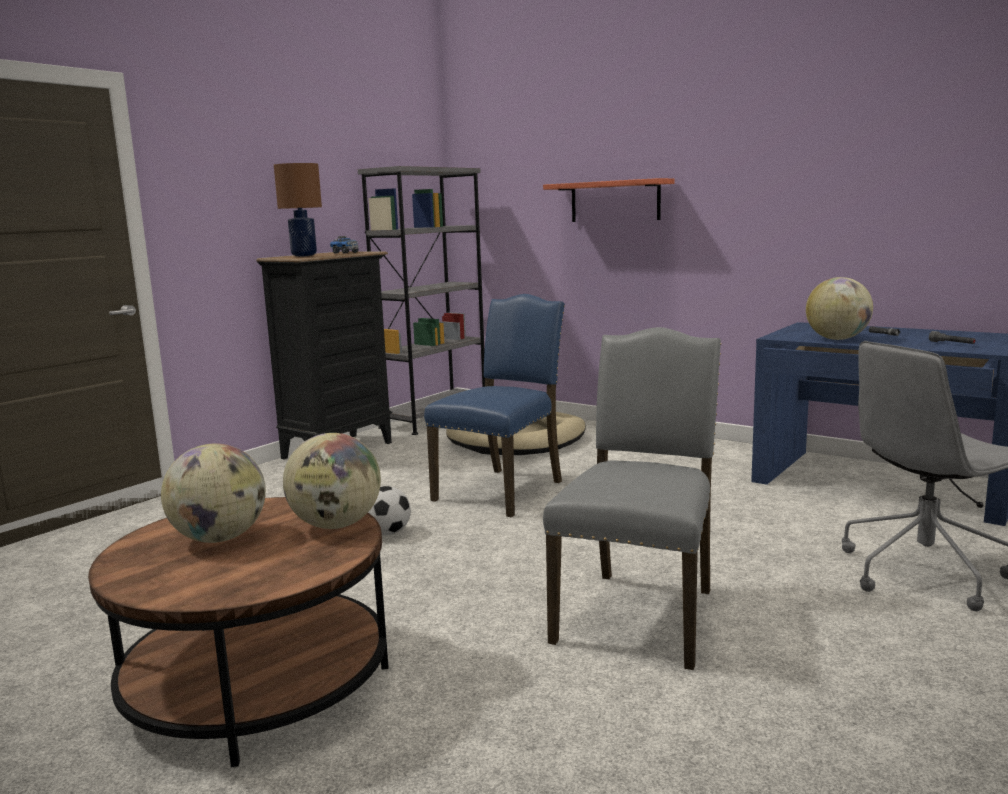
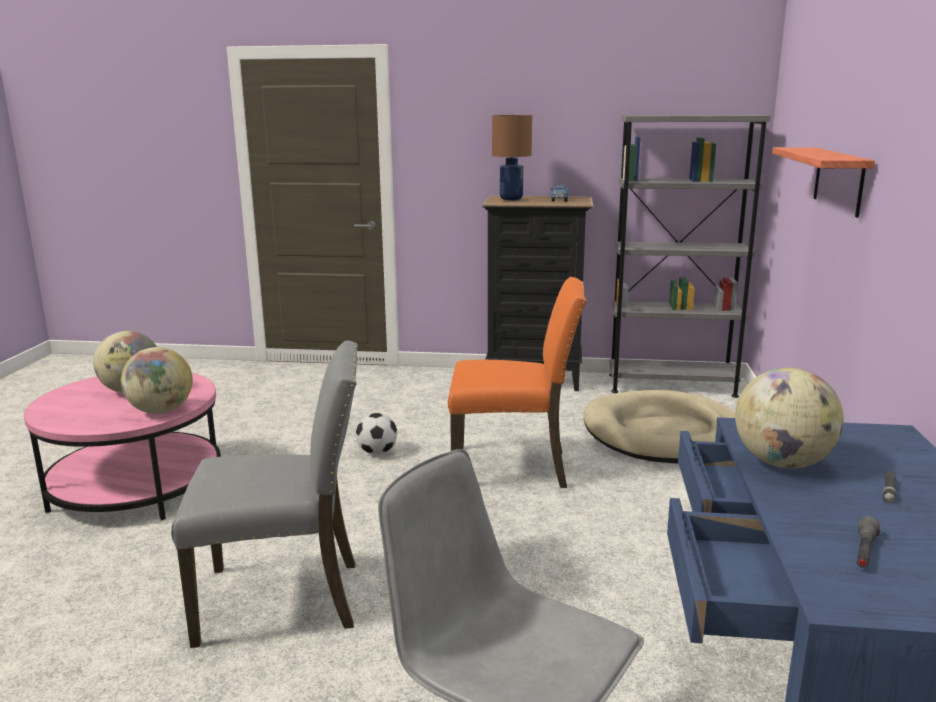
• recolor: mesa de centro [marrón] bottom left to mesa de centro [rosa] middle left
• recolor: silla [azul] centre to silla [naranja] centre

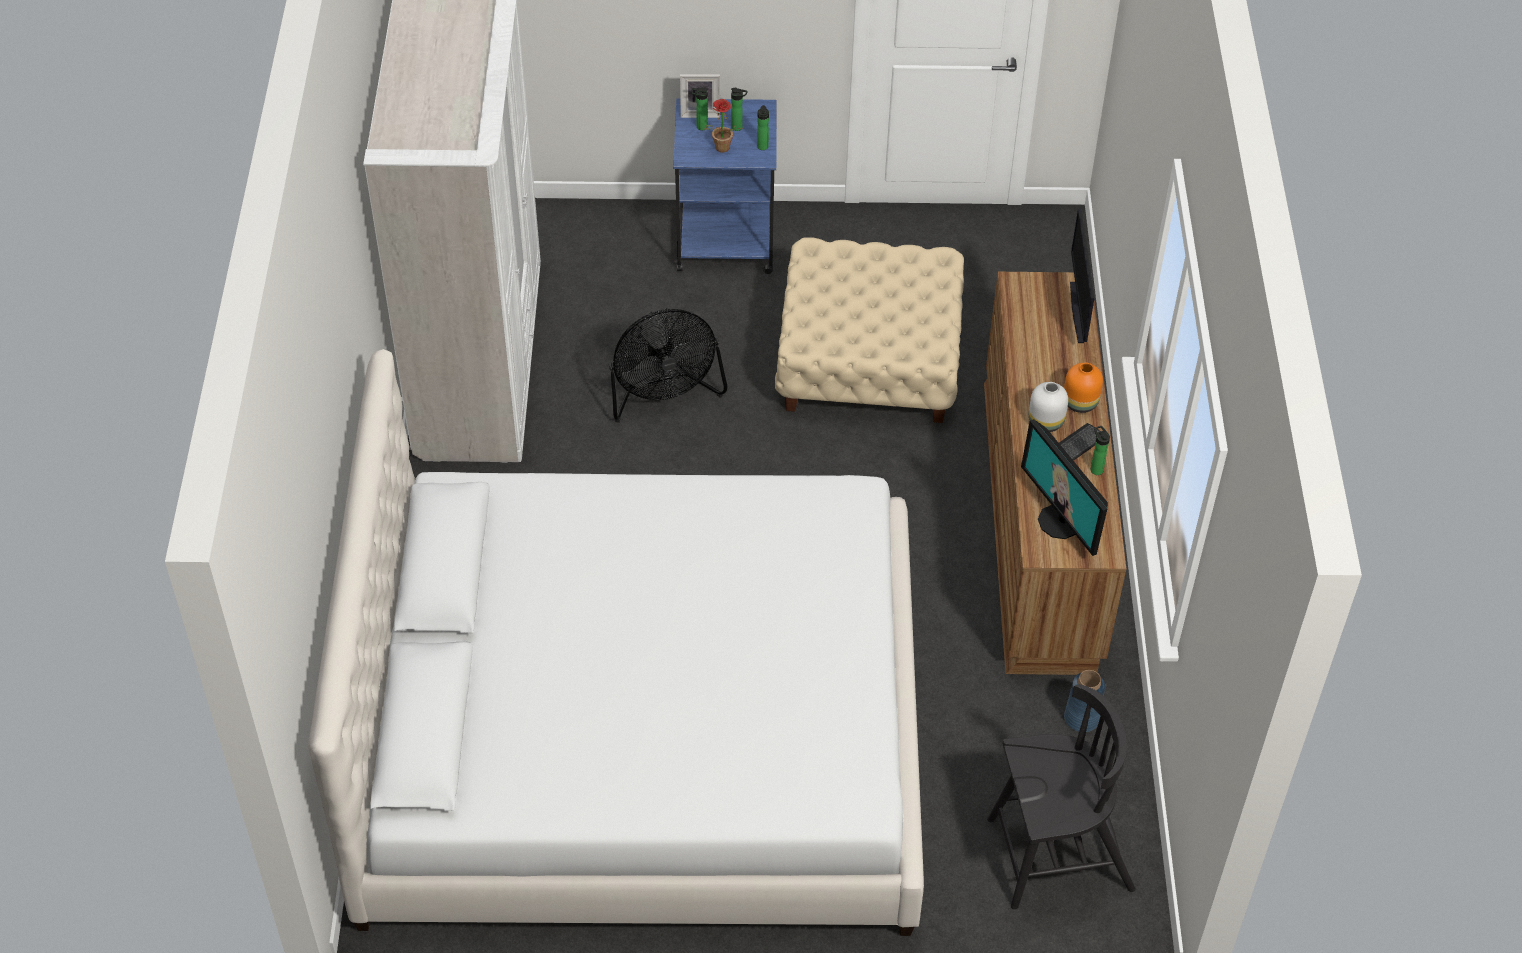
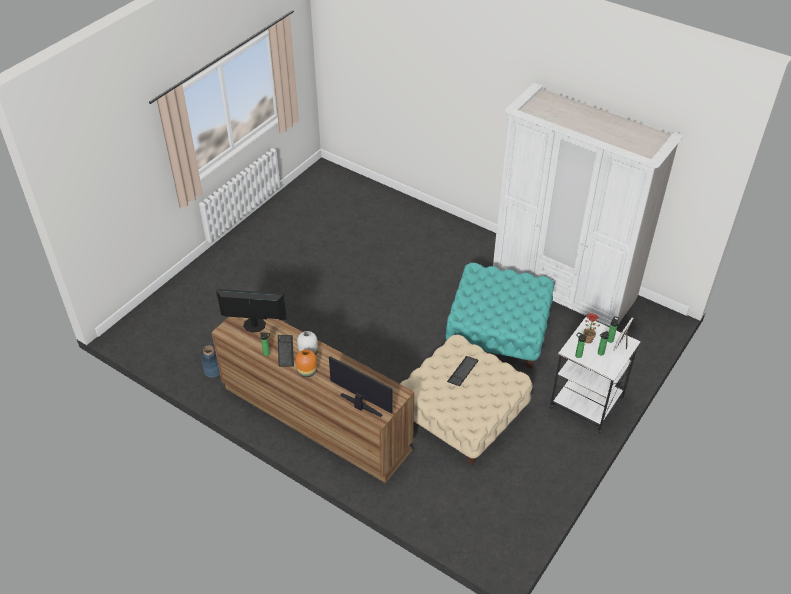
• delete: cama [blanco] bottom centre
• replace: ventilador [negro] centre to puf [turquesa] centre
• recolor: carrito [azul] top centre to carrito [blanco] middle right
• delete: silla [negro] bottom right
• insert: teclado (2nd from left) centre

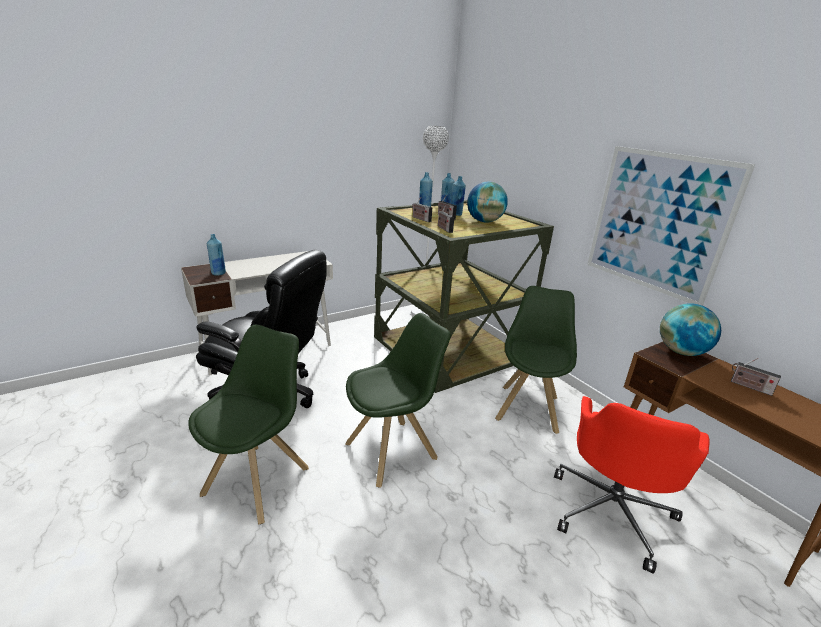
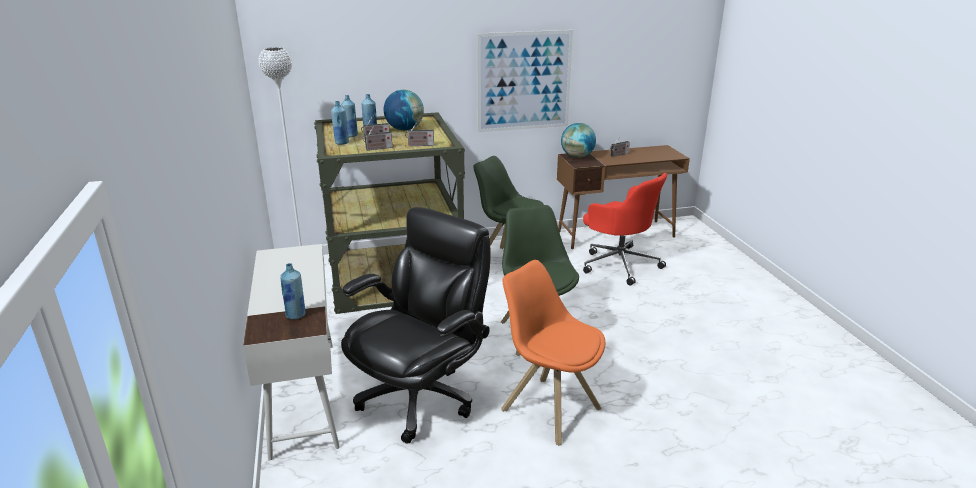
• recolor: silla [verde] (1st from left) bottom left to silla [naranja] bottom centre

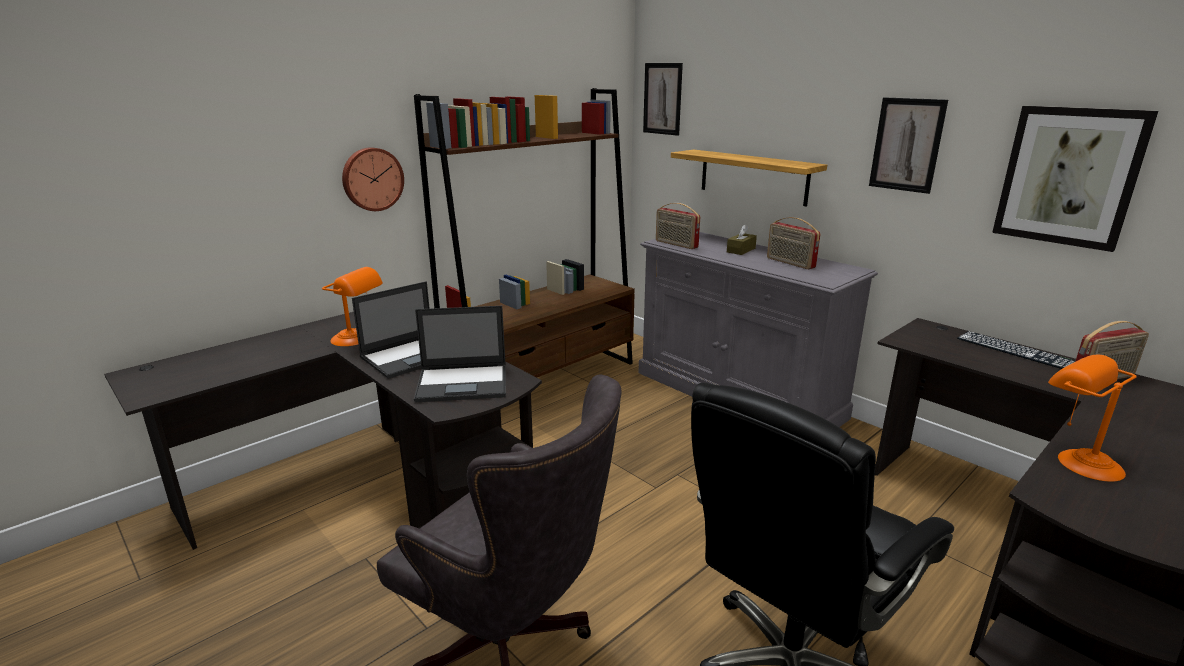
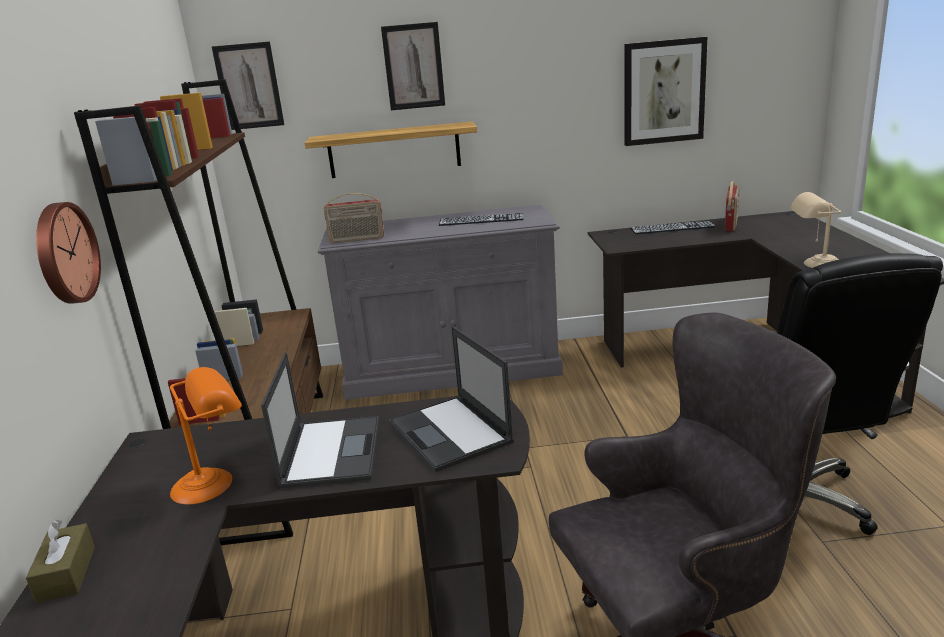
• rotate: portátil (2nd from left) centre = centre 120 degrees clockwise
• move: caja de pañuelos [marrón] centre to bottom left
• replace: radio (2nd from left) middle right to teclado (1st from left) centre
• move: cuadro (2nd from left) top right to top centre
• recolor: lámpara de mesa [naranja] (2nd from left) middle right to lámpara de mesa [beis] middle right

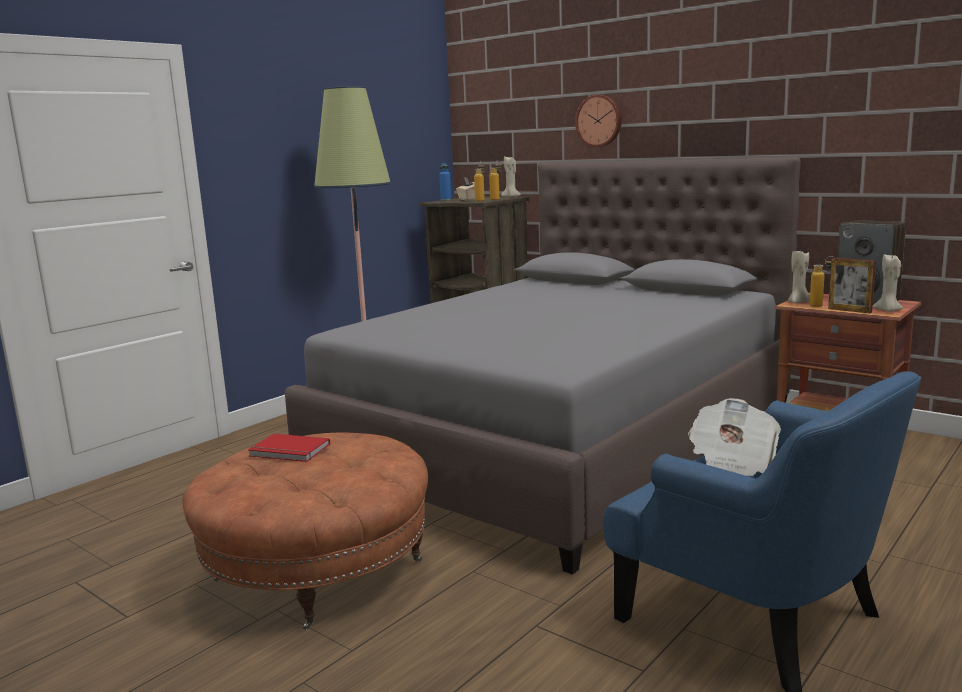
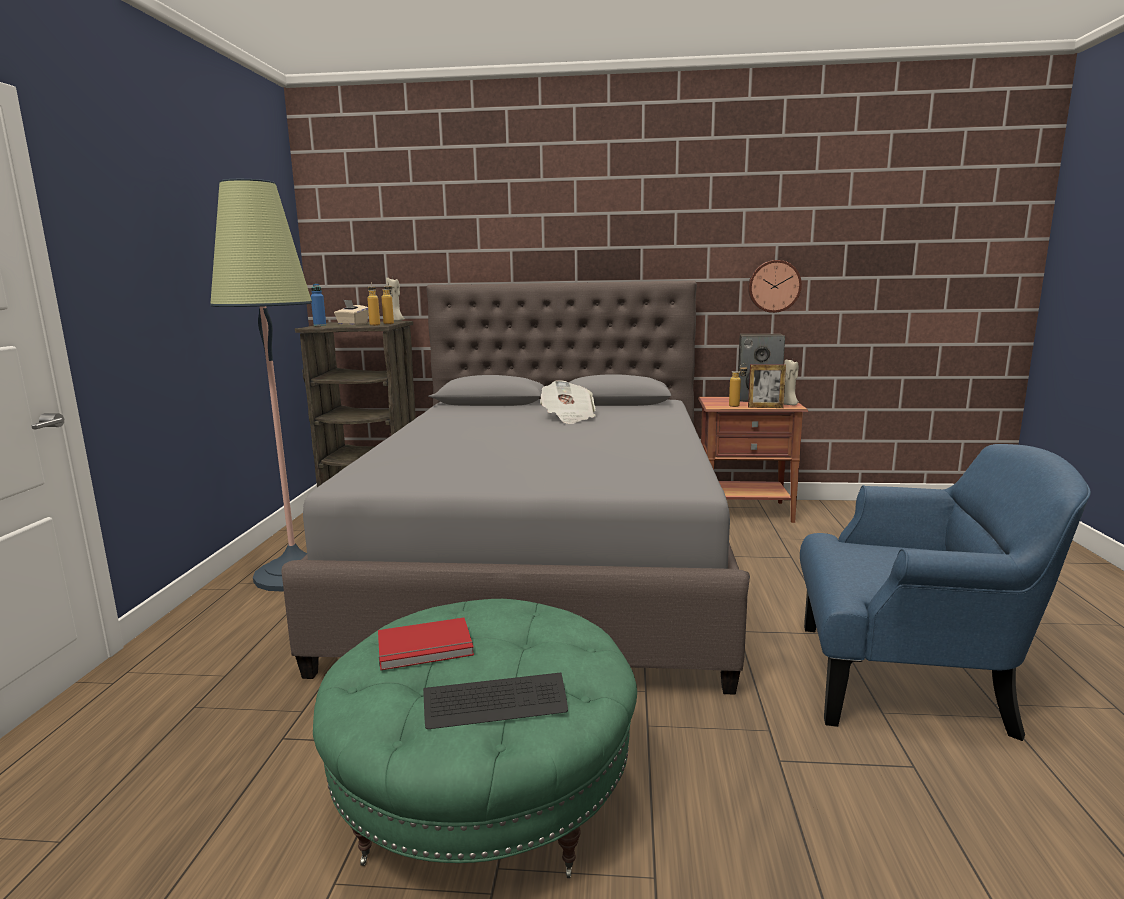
• recolor: puf [marrón] bottom left to puf [verde] bottom centre
• move: reloj de pared top centre to top right
• move: periódico middle right to centre
• delete: vela [beis] (2nd from left) middle right
• insert: teclado bottom centre

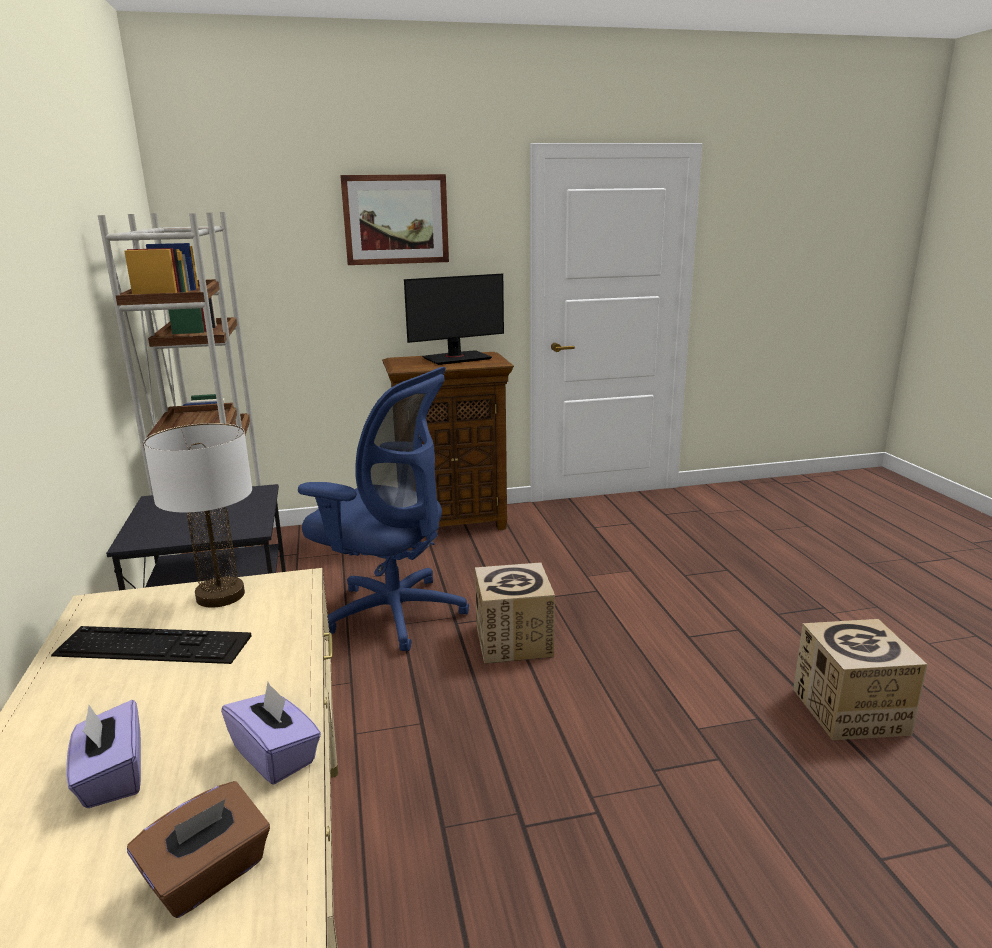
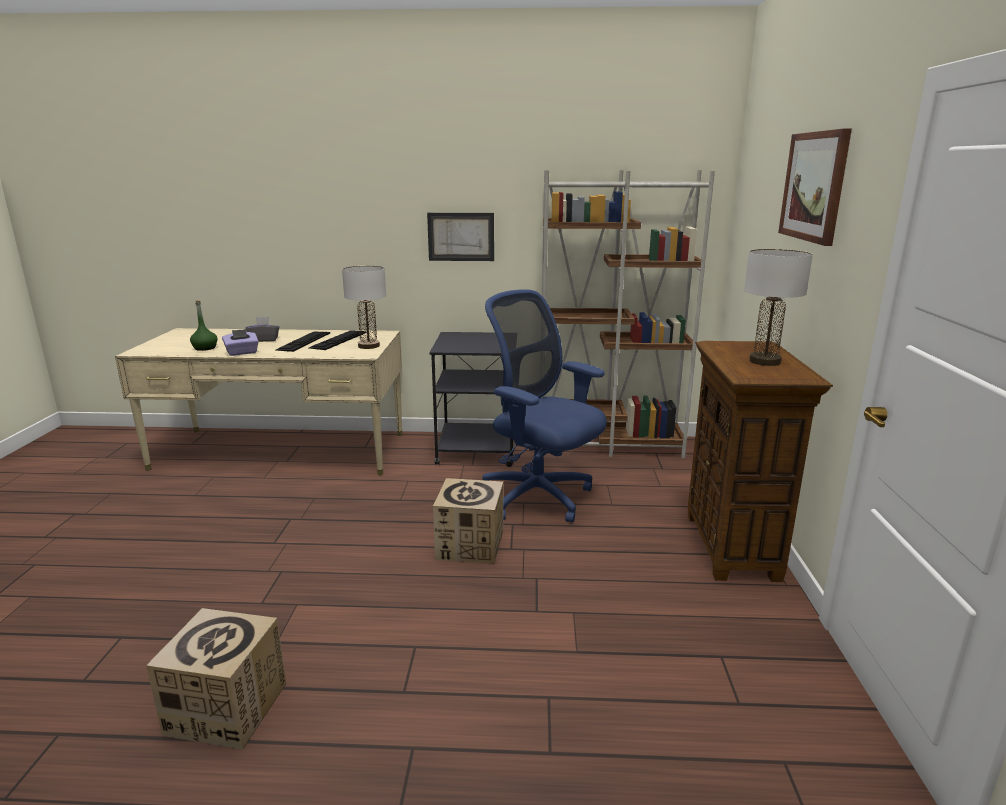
• recolor: caja de pañuelos [morado] (1st from left) bottom left to caja de pañuelos [gris] middle left
• replace: caja de pañuelos [marrón] bottom left to botella [verde] middle left
• rotate: silla de oficina [azul] centre = centre 90 degrees clockwise
• replace: monitor centre to lámpara de mesa (2nd from left) middle right
• insert: teclado (1st from left) middle left
• insert: cuadro (1st from left) top centre

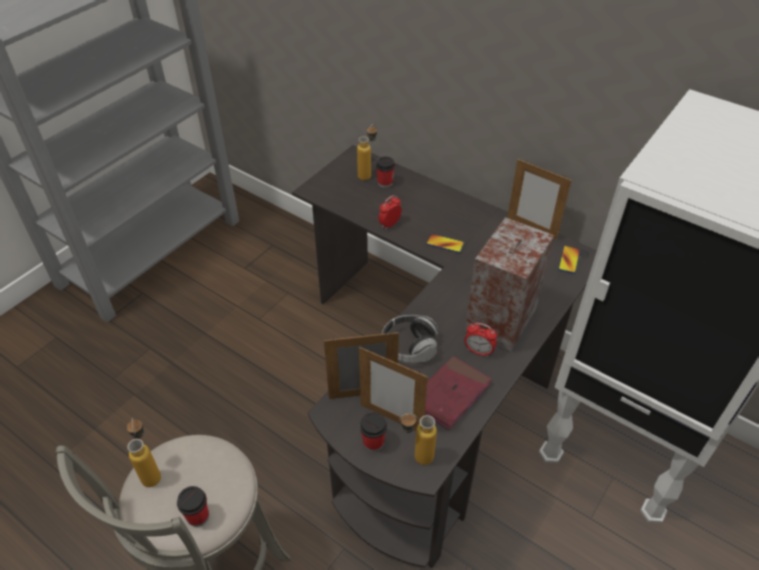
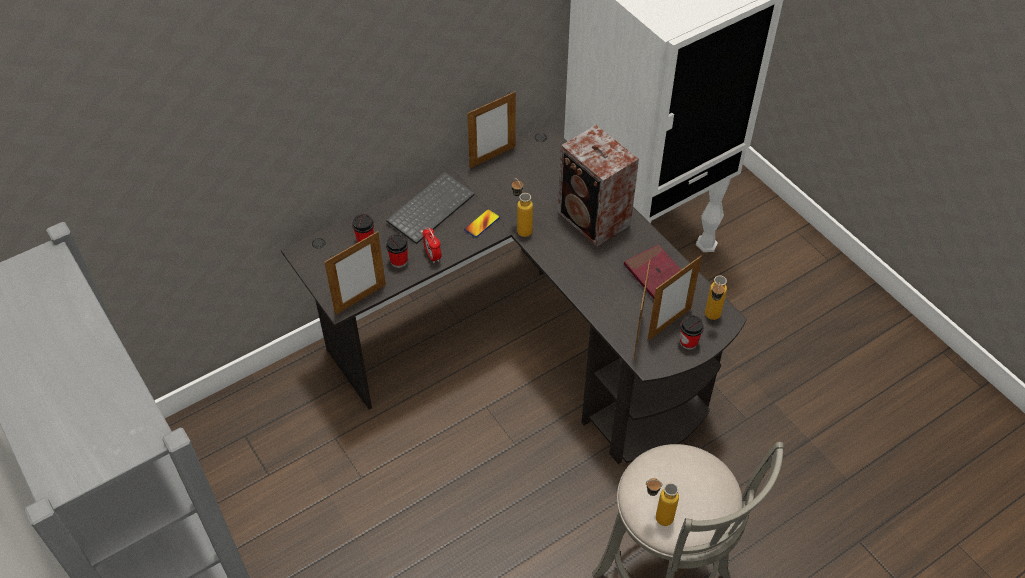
• move: taza (1st from left in the first image) bottom left to taza (2nd from left) centre
• move: botella (2nd from left in the first image) top centre to botella (1st from left) centre
• delete: auriculares centre
• delete: despertador (2nd from left) centre
• delete: móvil (2nd from left) middle right
• insert: portarretratos (1st from left) centre
• insert: teclado centre

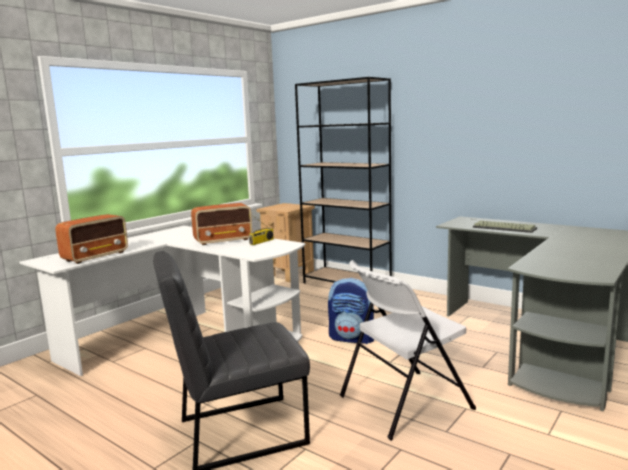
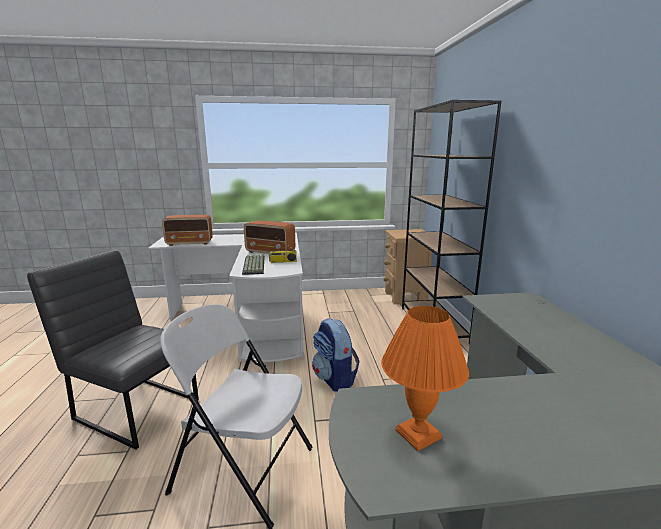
• move: teclado middle right to centre
• insert: lámpara de mesa [naranja] bottom centre

